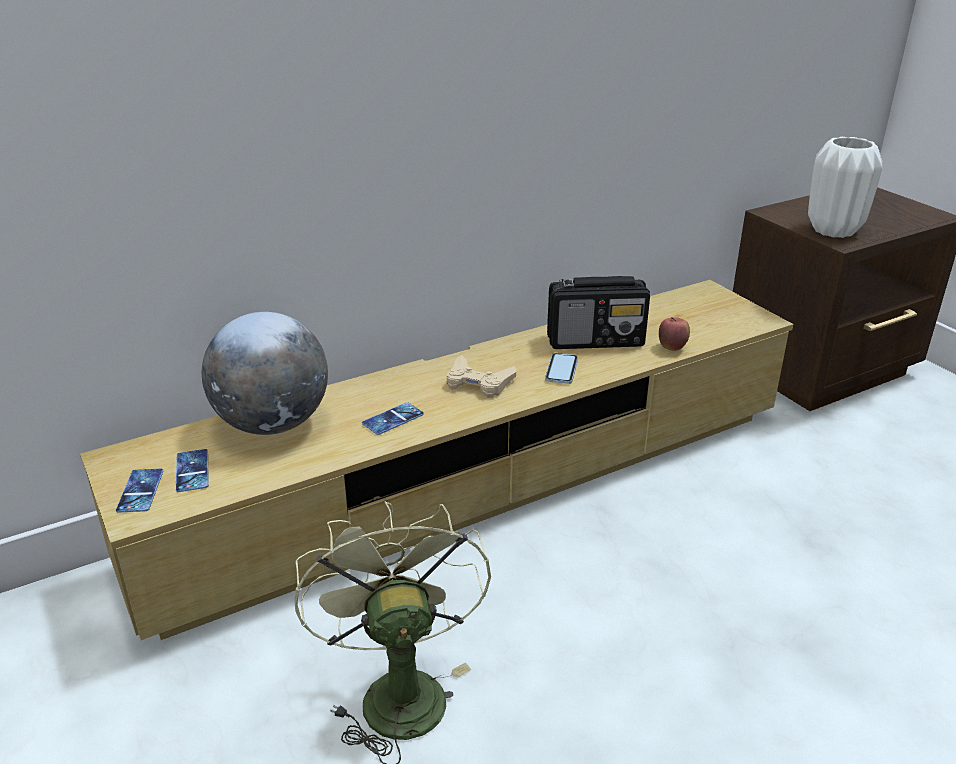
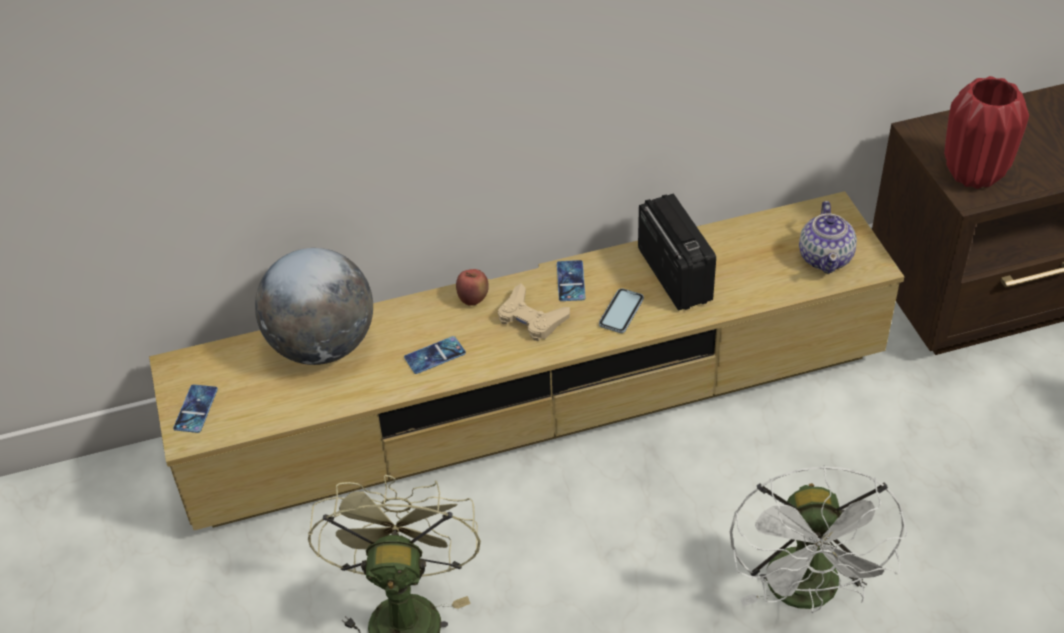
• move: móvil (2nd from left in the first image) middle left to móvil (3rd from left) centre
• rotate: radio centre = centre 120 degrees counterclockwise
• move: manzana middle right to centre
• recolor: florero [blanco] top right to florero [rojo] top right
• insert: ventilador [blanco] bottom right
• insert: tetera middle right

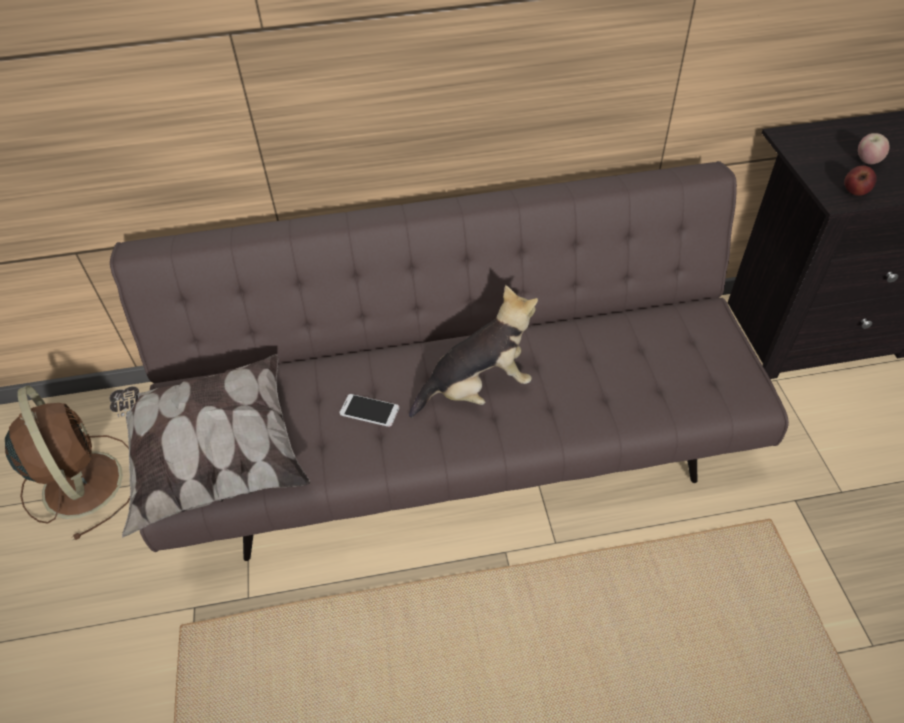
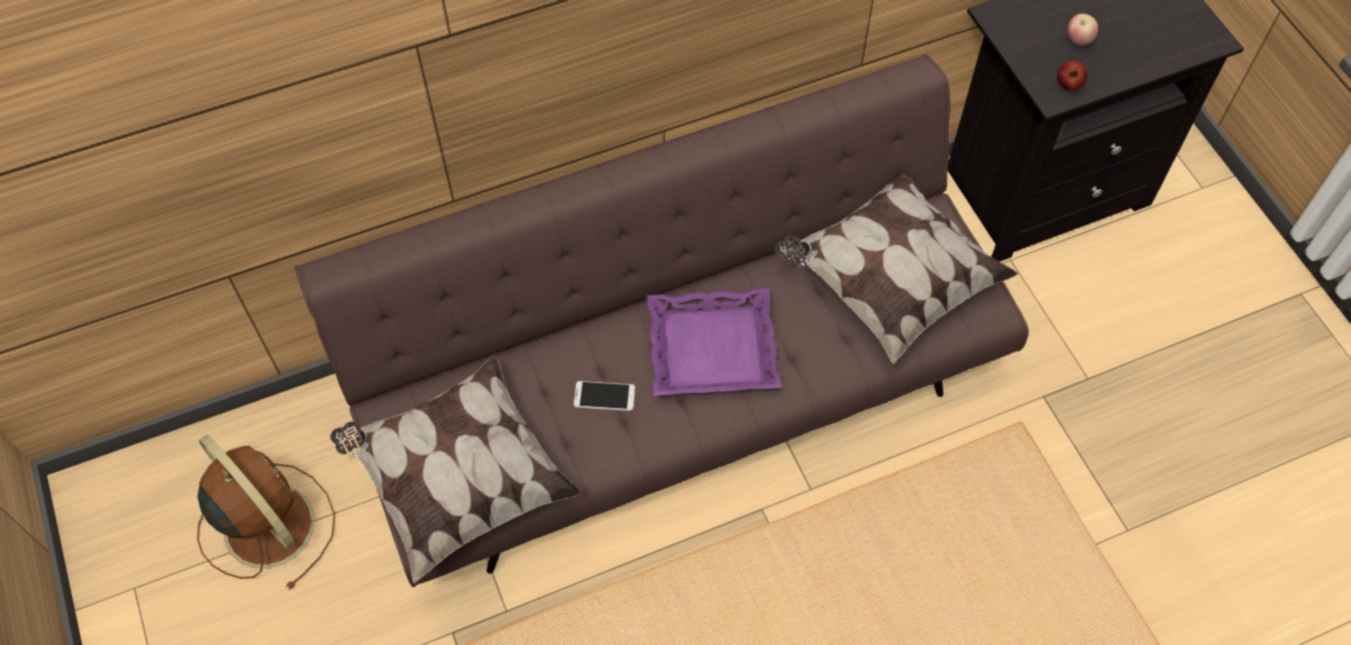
• replace: peluche centre to bandeja [morado] centre
• insert: cojín (2nd from left) centre

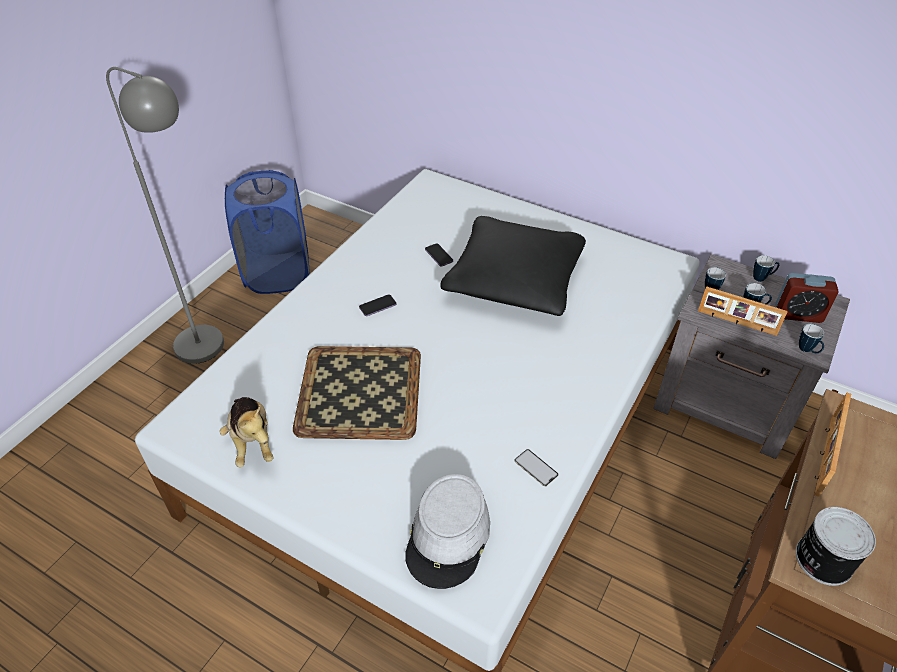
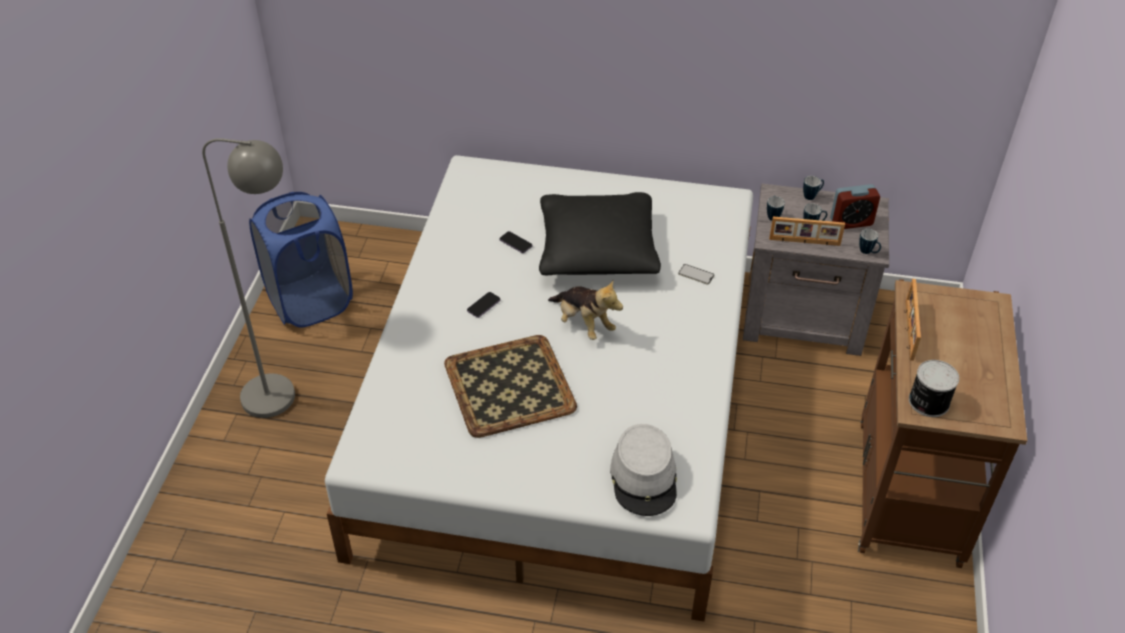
• move: peluche middle left to centre
• move: móvil (3rd from left) bottom centre to centre

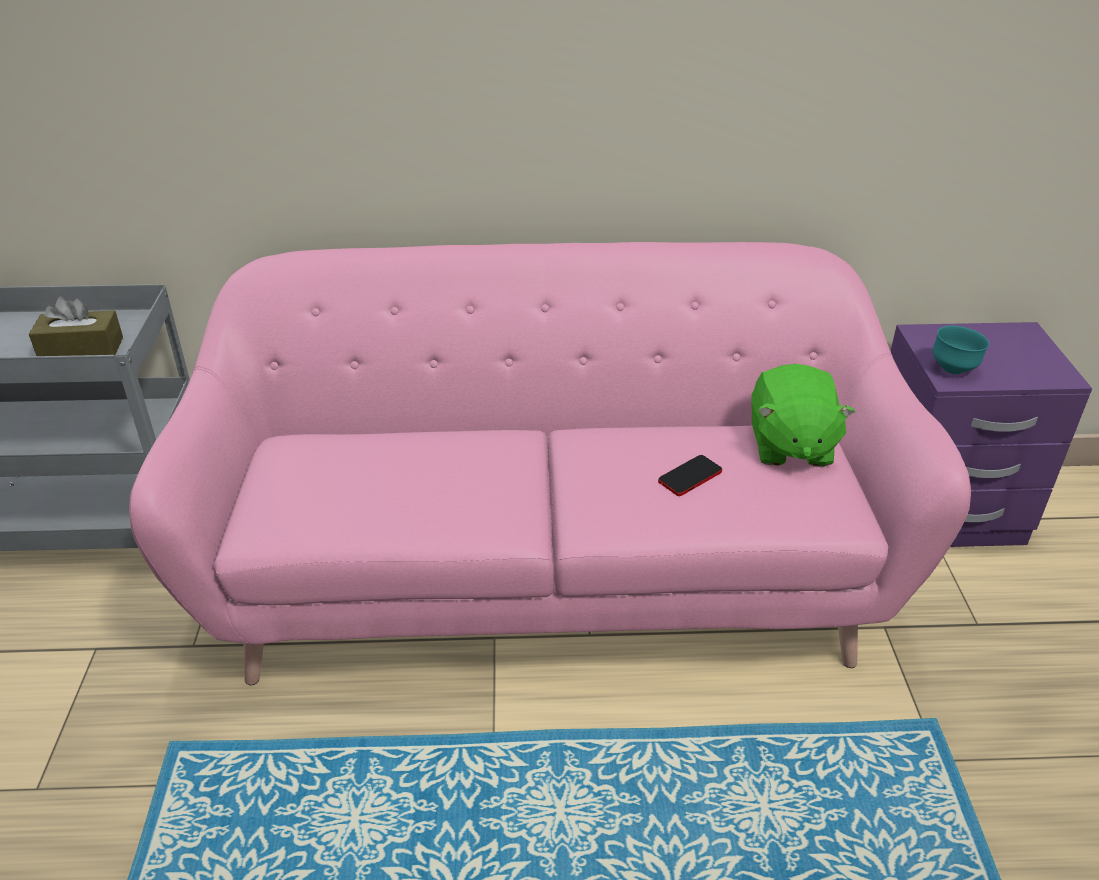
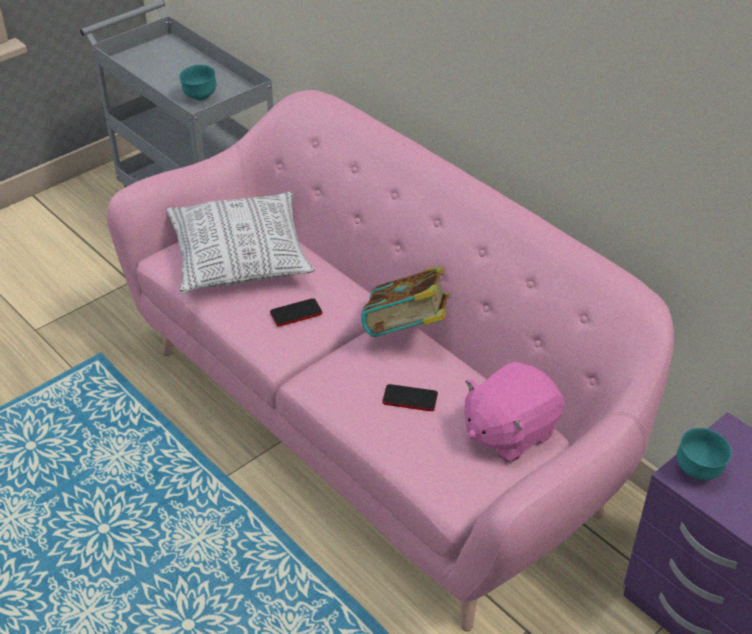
• replace: caja de pañuelos [marrón] middle left to cuenco [turquesa] (1st from left) top left
• recolor: peluche [verde] middle right to peluche [rosa] middle right
• insert: cojín middle left
• insert: móvil (1st from left) centre
• insert: libro centre

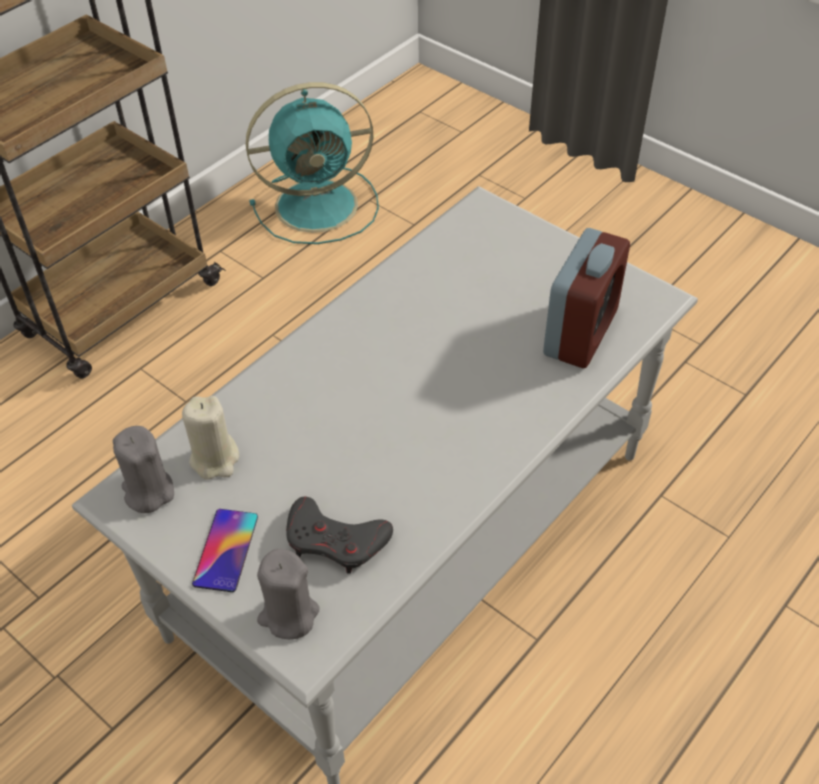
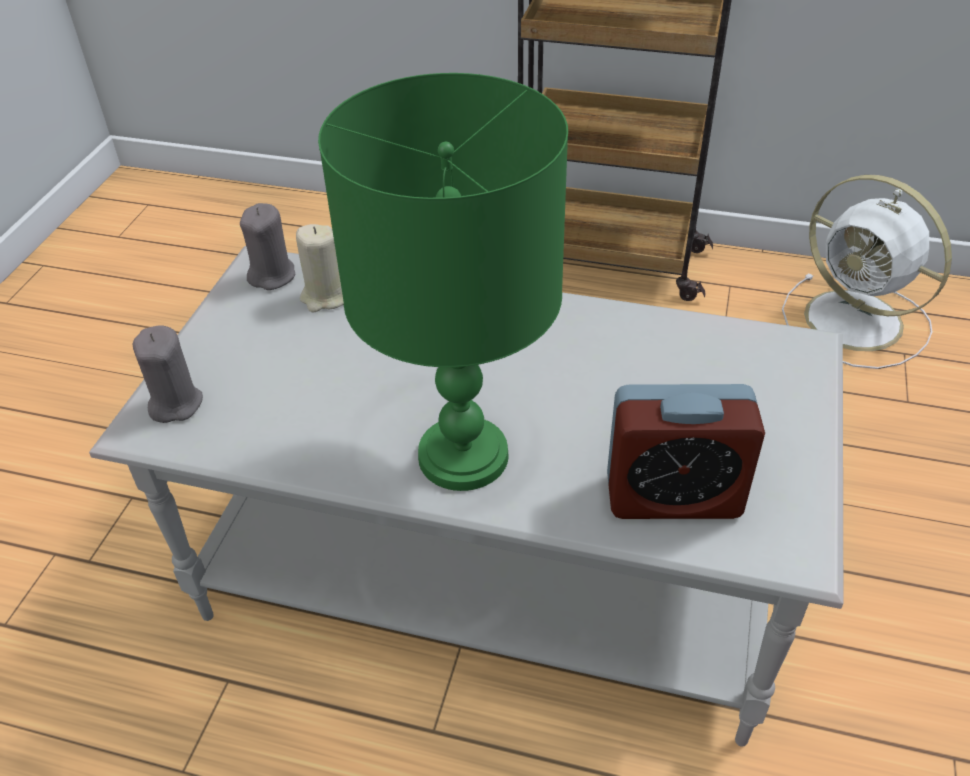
• delete: móvil bottom left
• recolor: ventilador [turquesa] top centre to ventilador [blanco] middle right
• delete: mando de consola [gris] bottom centre
• insert: lámpara de mesa [verde] centre

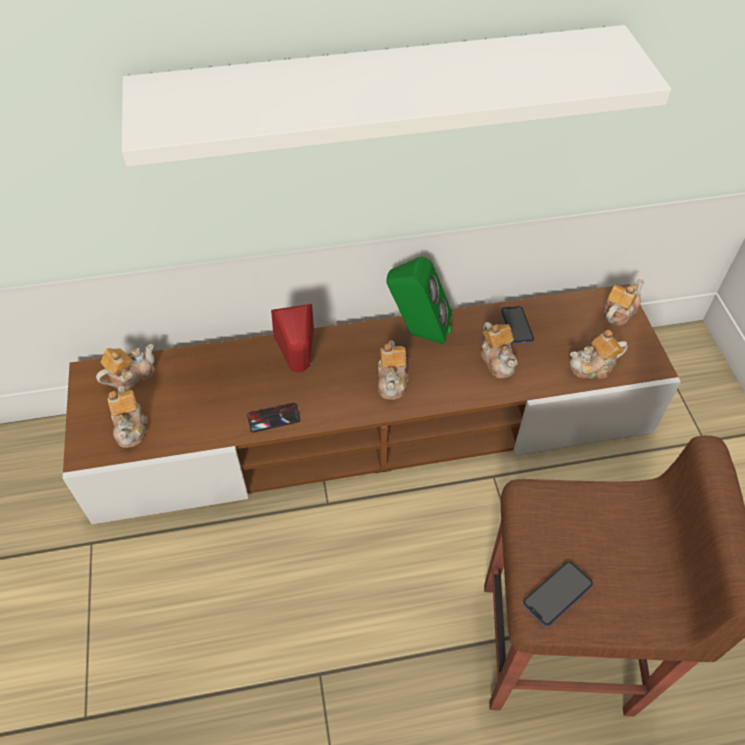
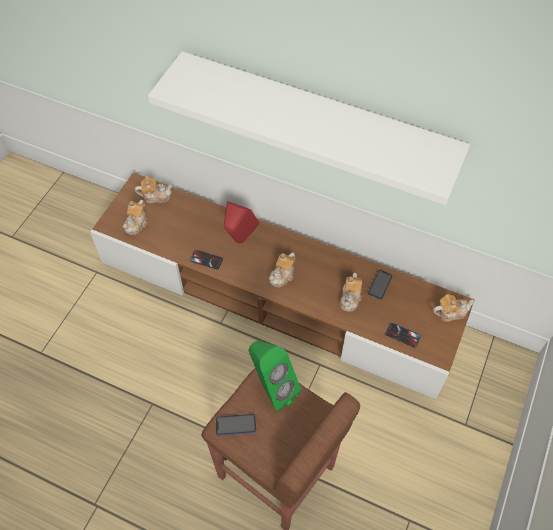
• move: altavoz [verde] centre to bottom centre
• replace: tetera (5th from left) middle right to móvil (4th from left) middle right

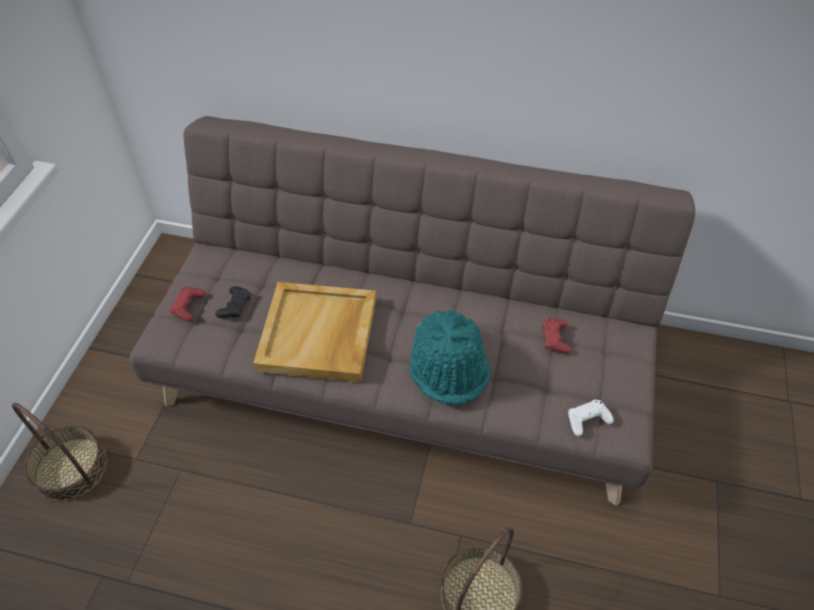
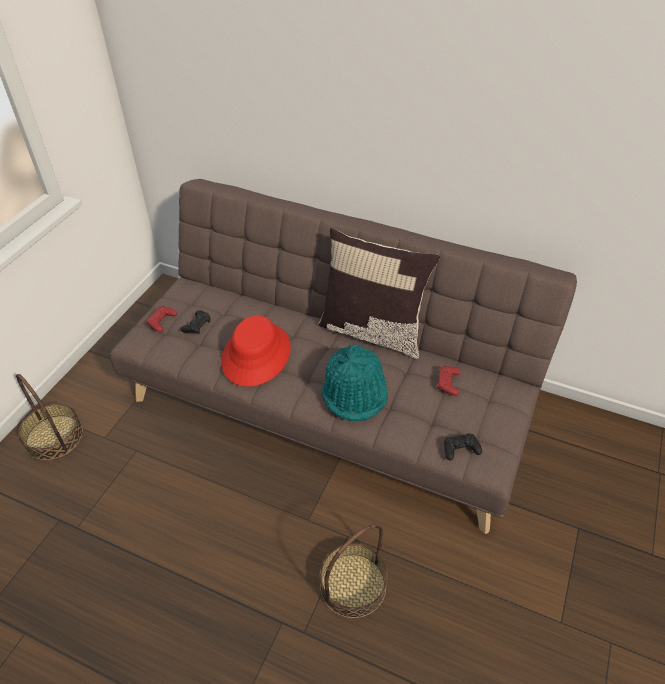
• replace: bandeja [beis] centre to sombrero [rojo] centre
• recolor: mando de consola [blanco] bottom right to mando de consola [negro] (2nd from left) middle right
• insert: cojín centre

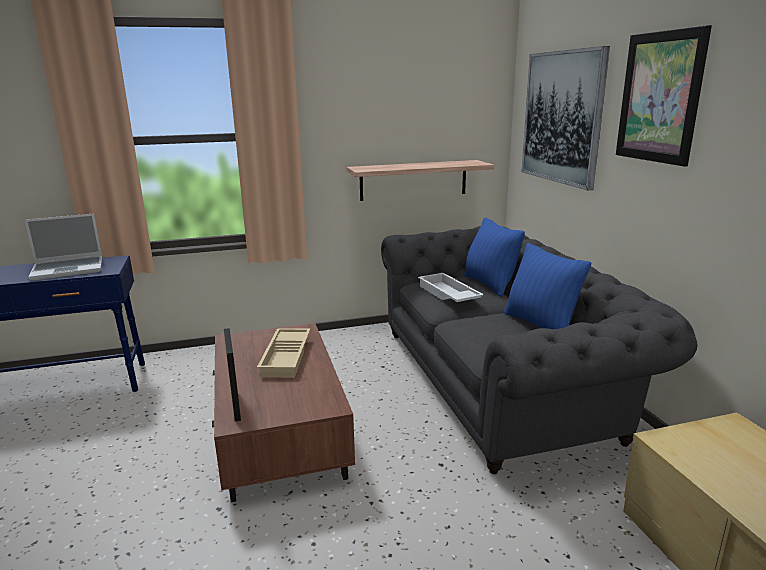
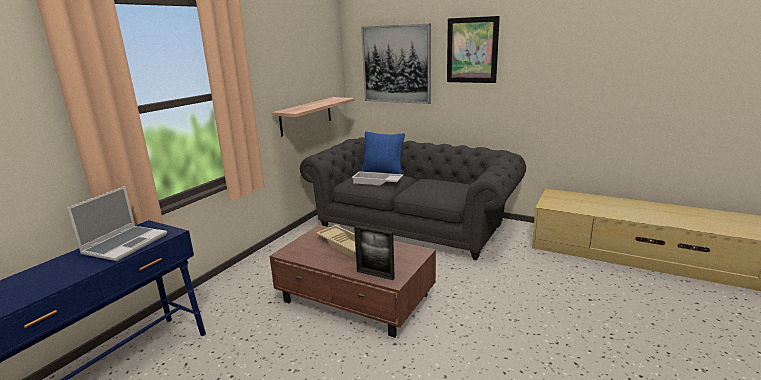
• delete: cojín [azul] (2nd from left) middle right

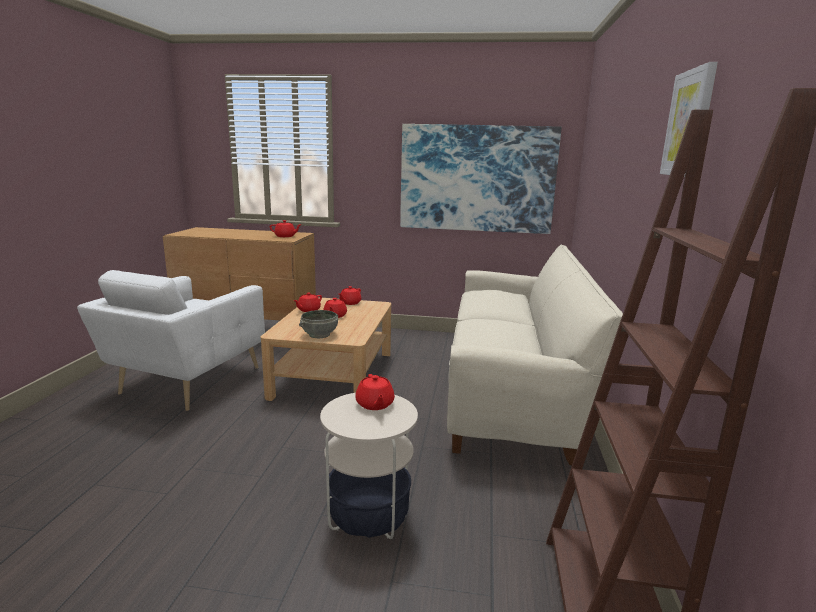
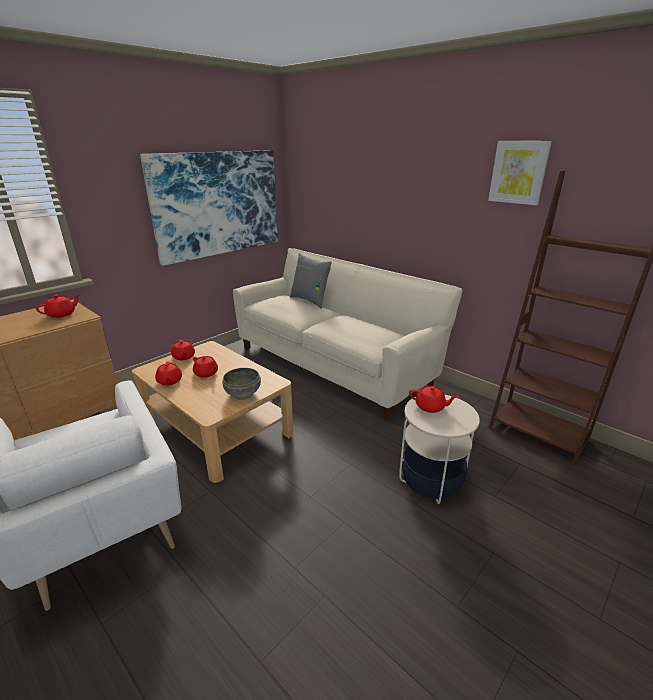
• insert: cojín [gris] centre

